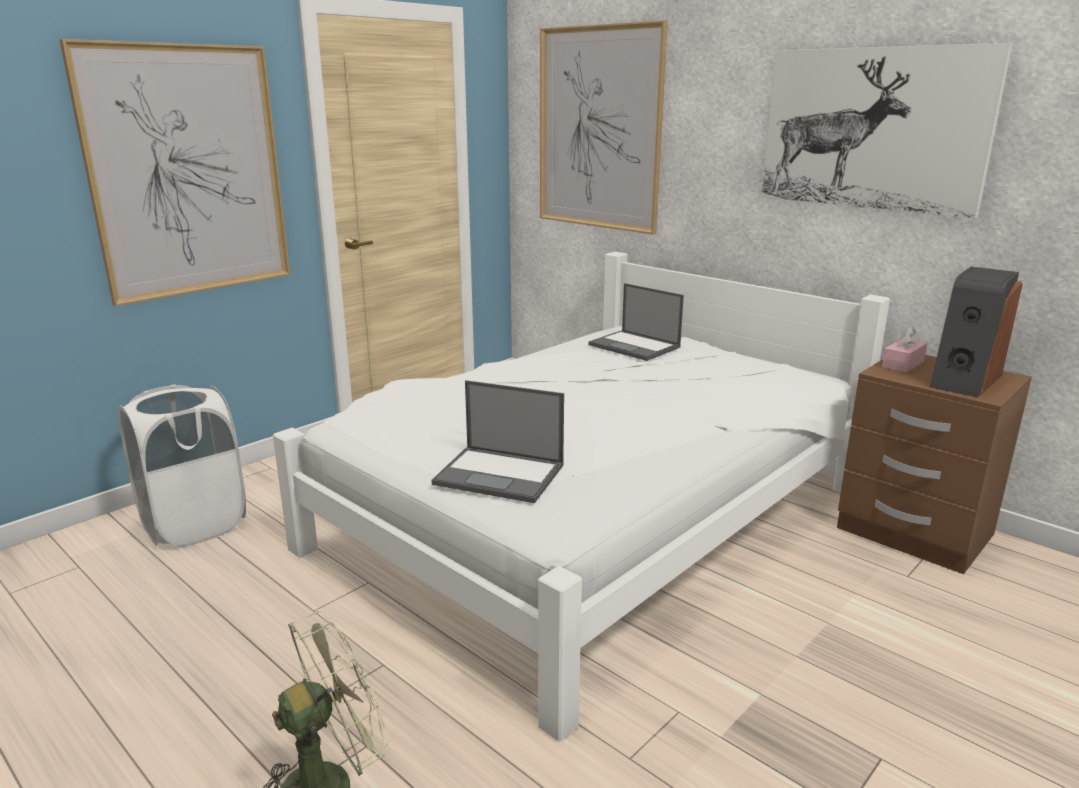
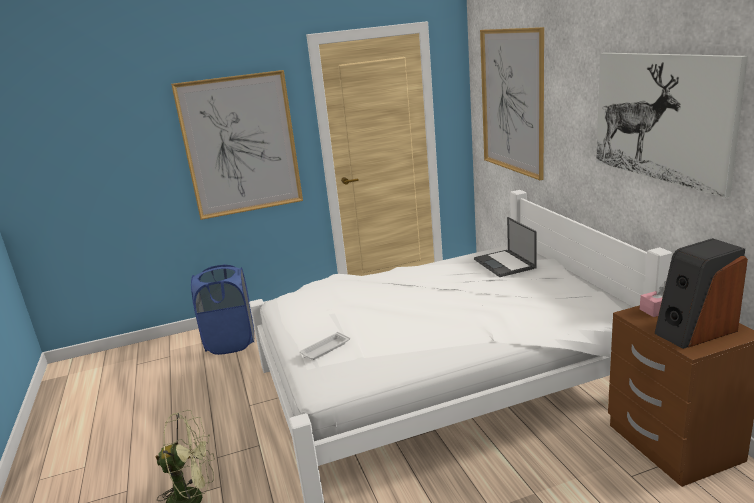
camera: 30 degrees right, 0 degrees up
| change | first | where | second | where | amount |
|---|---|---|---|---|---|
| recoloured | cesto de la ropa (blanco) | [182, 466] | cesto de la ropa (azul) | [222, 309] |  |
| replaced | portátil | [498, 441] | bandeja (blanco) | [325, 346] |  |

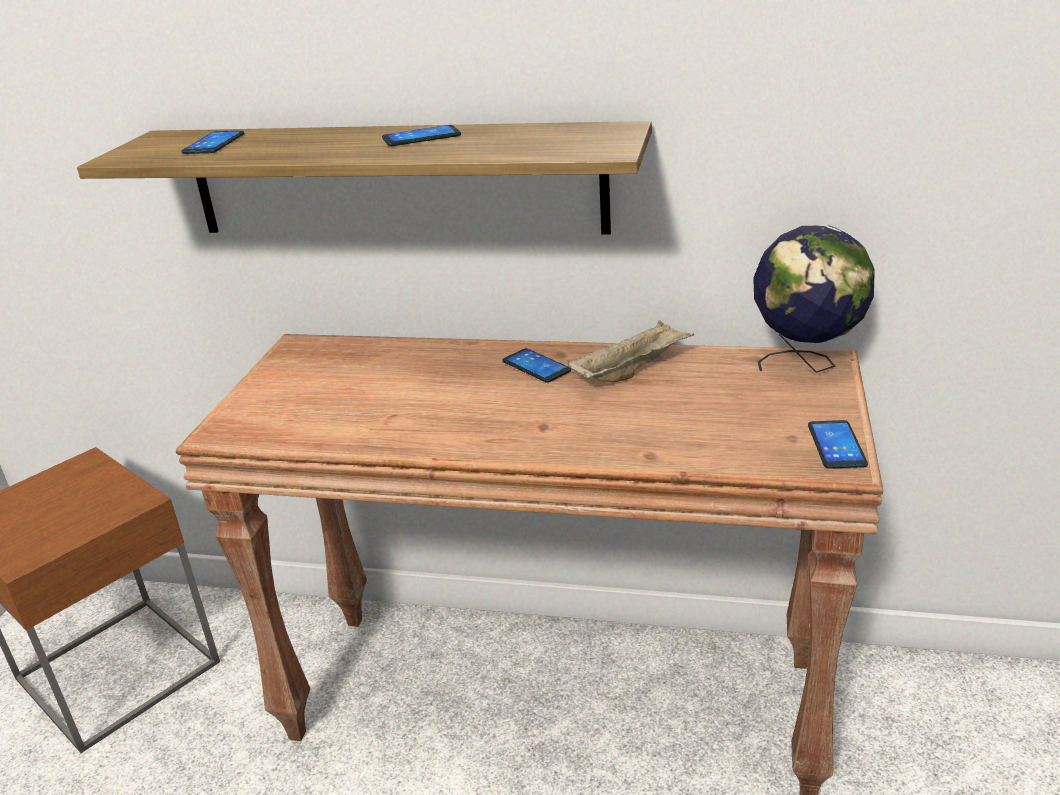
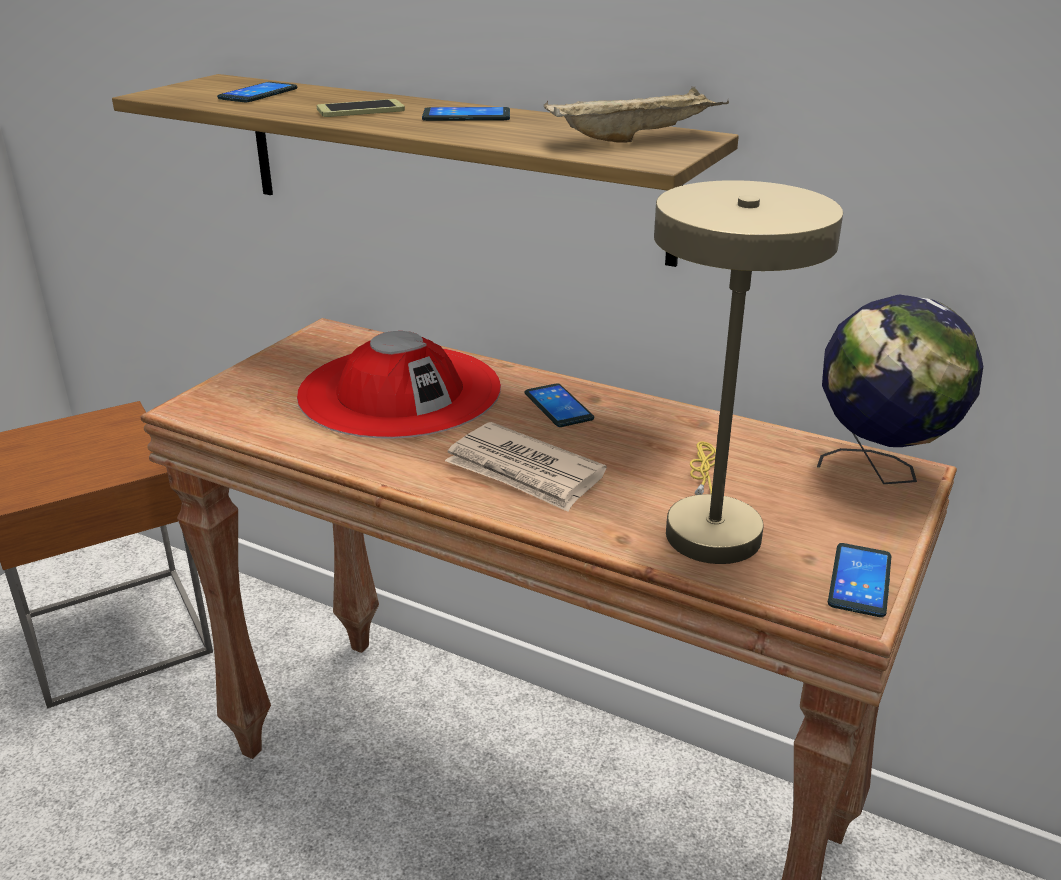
camera: 15 degrees right, 0 degrees up
| change | first | where | second | where | amount |
|---|---|---|---|---|---|
| moved | bandeja (beis) | [631, 351] |  | [636, 114] |  |
| added |  |  | sombrero (rojo) | [399, 385] |  |
| added |  |  | móvil | [361, 108] |  |
| added |  |  | periódico | [526, 467] |  |
| added |  |  | lámpara de mesa (beis) | [748, 372] |  |

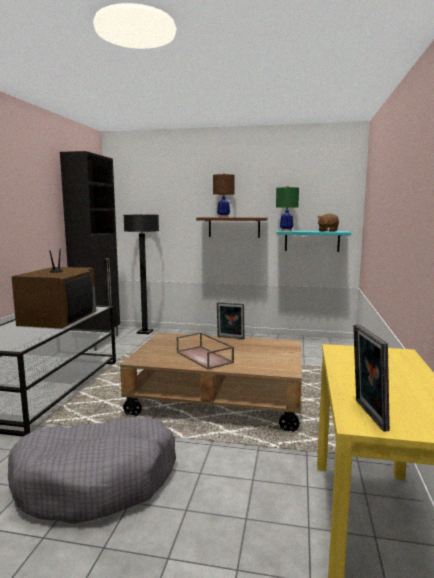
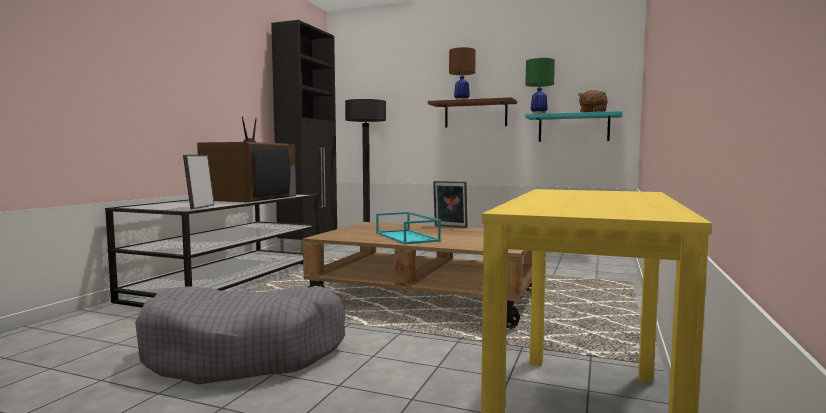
camera: 10 degrees right, 5 degrees down
| change | first | where | second | where | amount |
|---|---|---|---|---|---|
| recoloured | bandeja (marrón) | [205, 351] | bandeja (turquesa) | [408, 228] |  |
| moved | portarretratos | [371, 378] |  | [198, 182] |  |

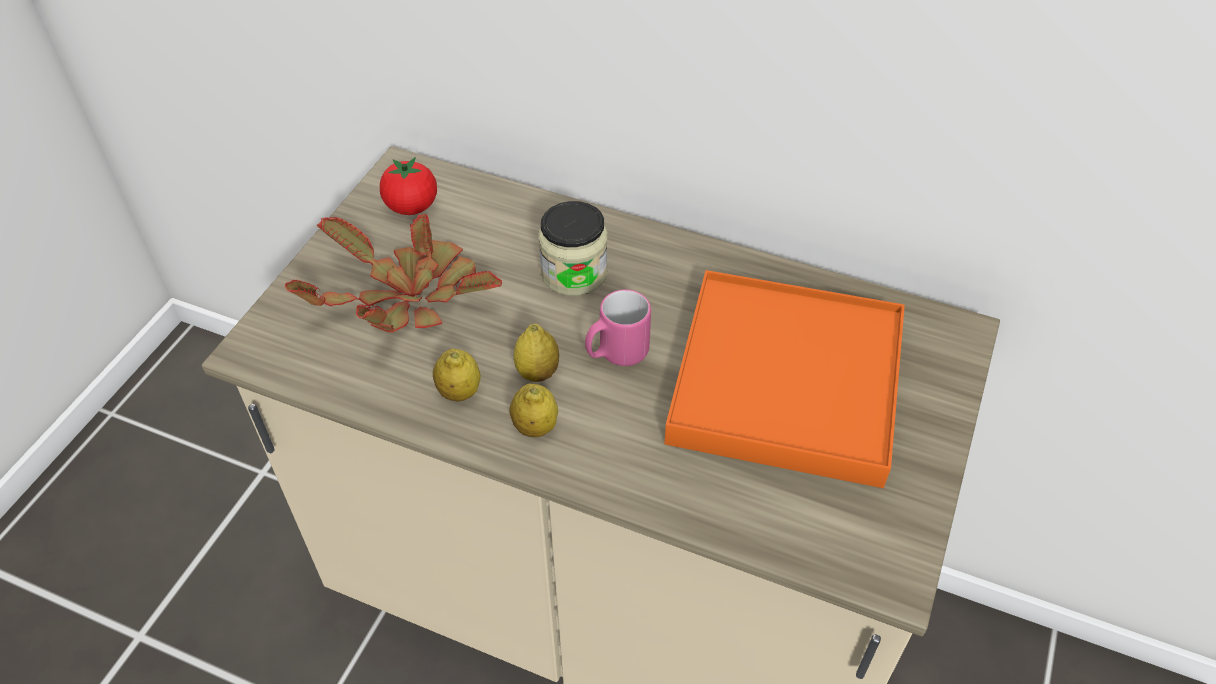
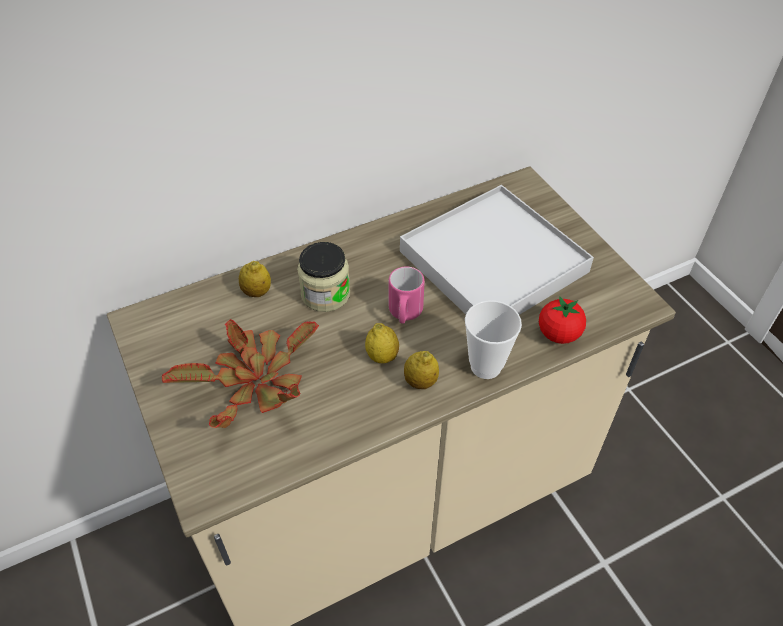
camera: 50 degrees left, 0 degrees up
| change | first | where | second | where | amount |
|---|---|---|---|---|---|
| moved | tomate | [408, 186] |  | [562, 320] |  |
| moved | limón | [457, 375] |  | [255, 279] |  |
| recoloured | bandeja (naranja) | [784, 379] | bandeja (blanco) | [497, 250] |  |
| added |  |  | taza | [493, 339] |  |

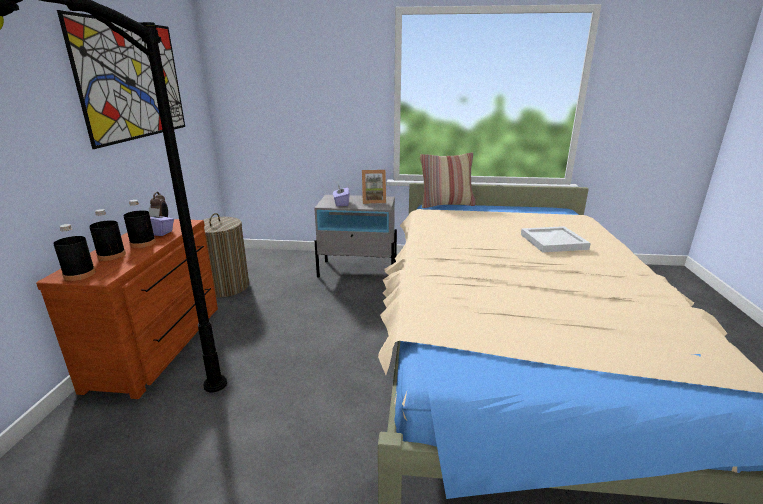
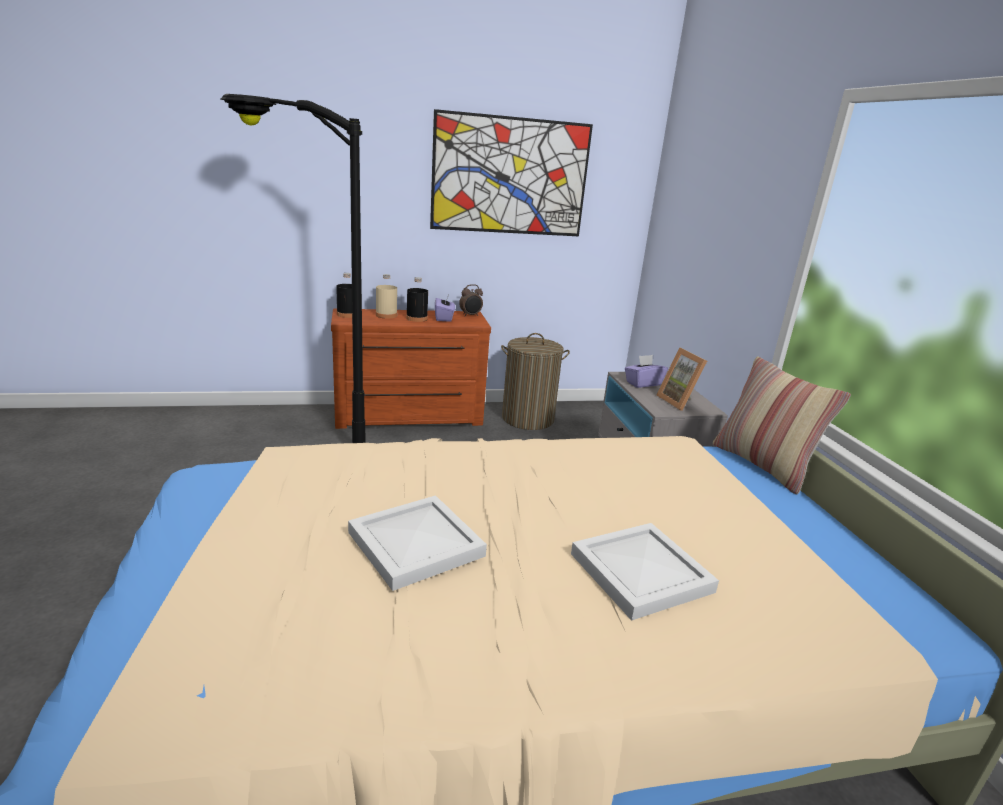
camera: 70 degrees right, 0 degrees up
| change | first | where | second | where | amount |
|---|---|---|---|---|---|
| recoloured | botella (negro) | [107, 235] | botella (beis) | [386, 296] |  |
| added |  |  | bandeja (blanco) | [417, 543] |  |

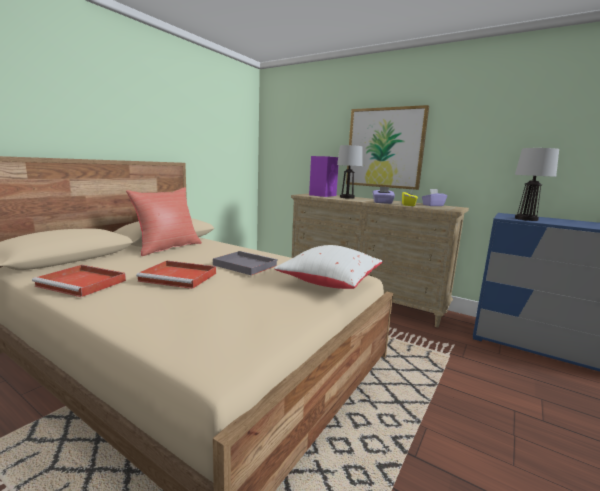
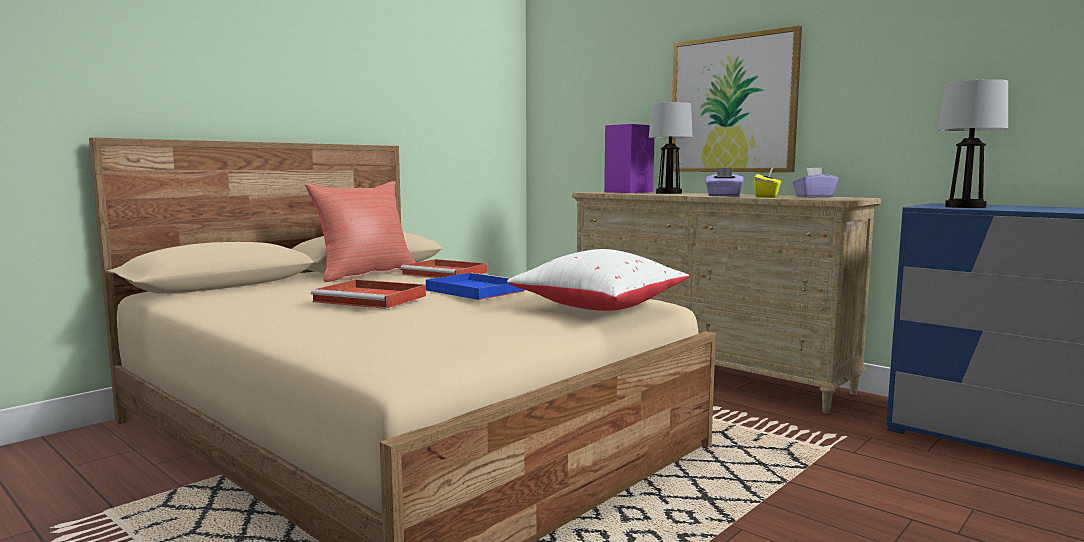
camera: 10 degrees right, 5 degrees down
| change | first | where | second | where | amount |
|---|---|---|---|---|---|
| moved | bandeja (rojo) | [79, 281] |  | [444, 268] |  |
| recoloured | bandeja (gris) | [245, 263] | bandeja (azul) | [475, 286] |  |

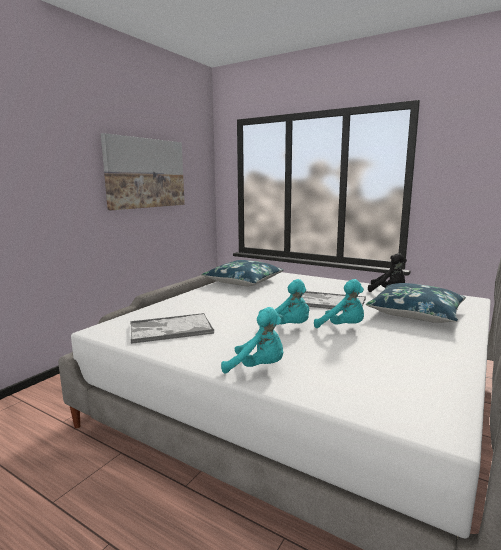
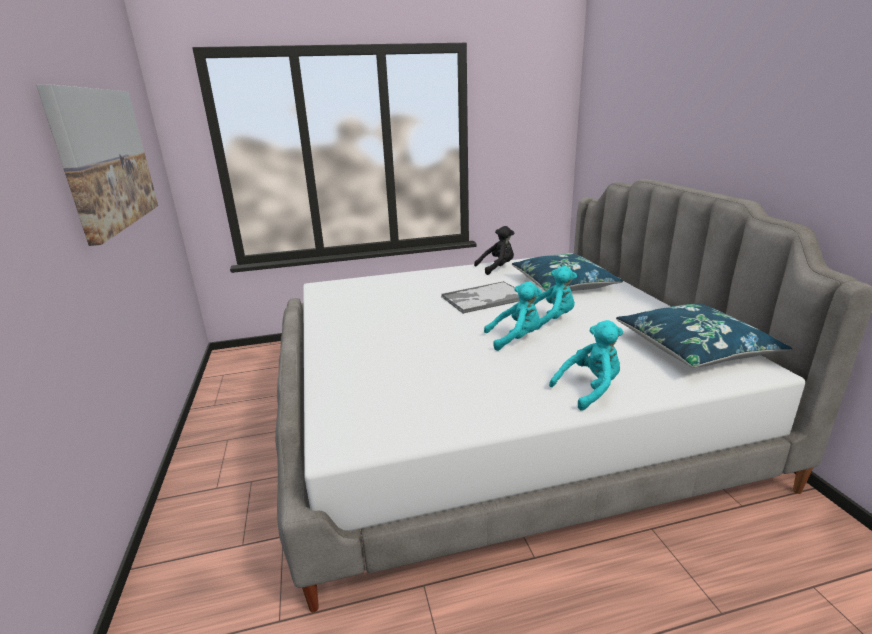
camera: 45 degrees left, 10 degrees up
| change | first | where | second | where | amount |
|---|---|---|---|---|---|
| removed | bandeja | [172, 328] |  |  |  |
| moved | cojín (azul) | [243, 273] |  | [704, 336] |  |

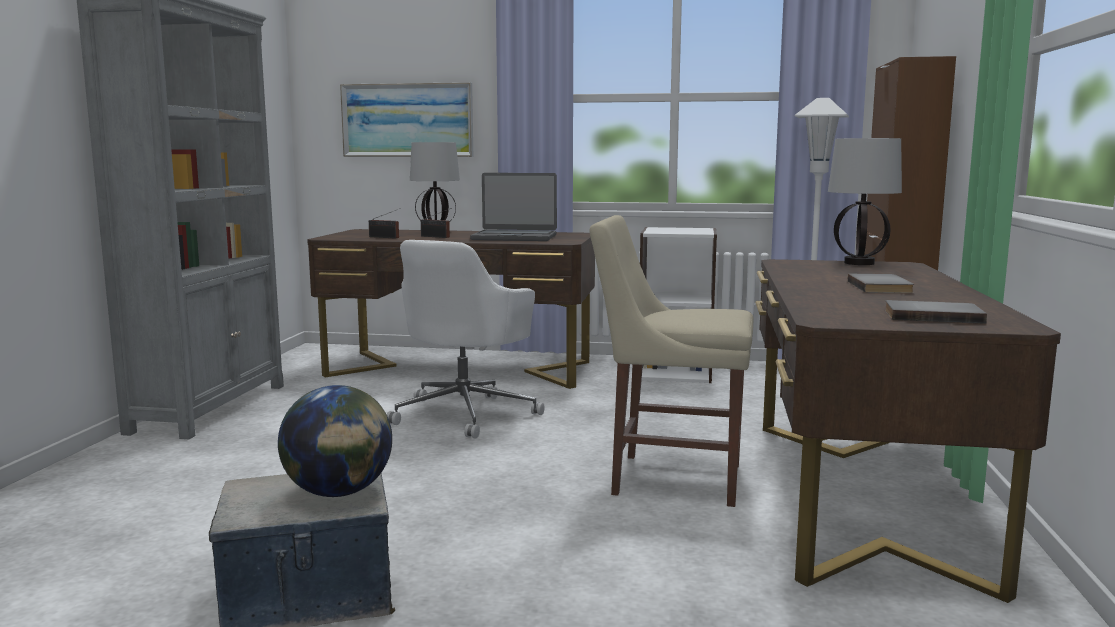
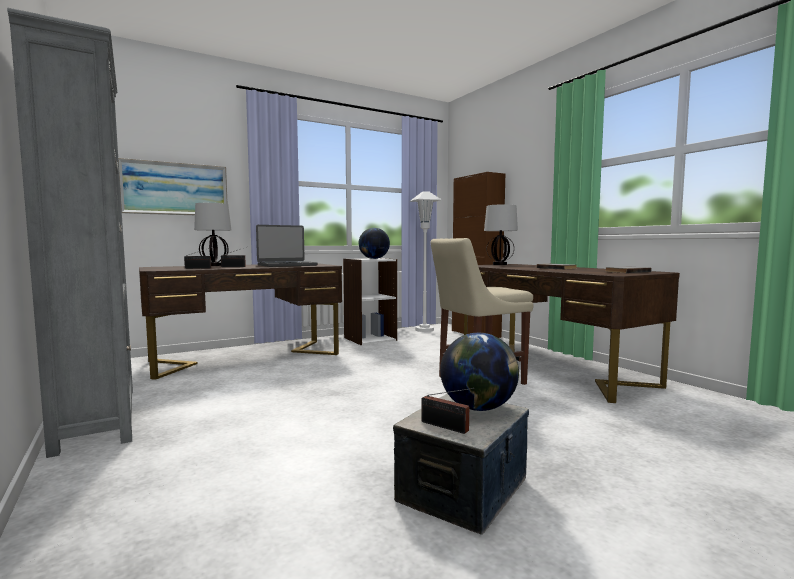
camera: 40 degrees left, 5 degrees down
| change | first | where | second | where | amount |
|---|---|---|---|---|---|
| removed | silla de oficina (blanco) | [466, 339] |  |  |  |
| added |  |  | globo terráqueo | [374, 243] |  |
| added |  |  | radio | [448, 411] |  |

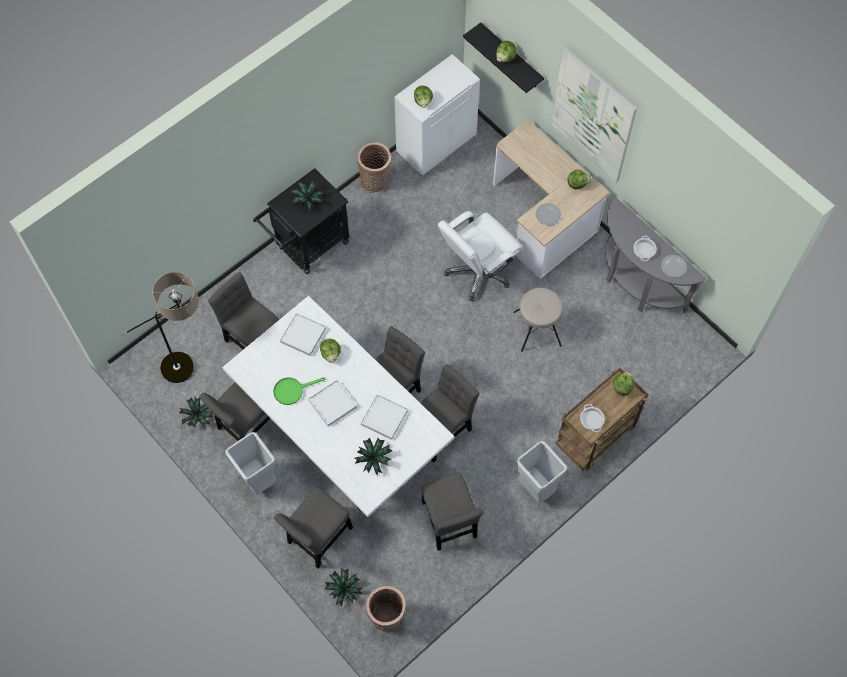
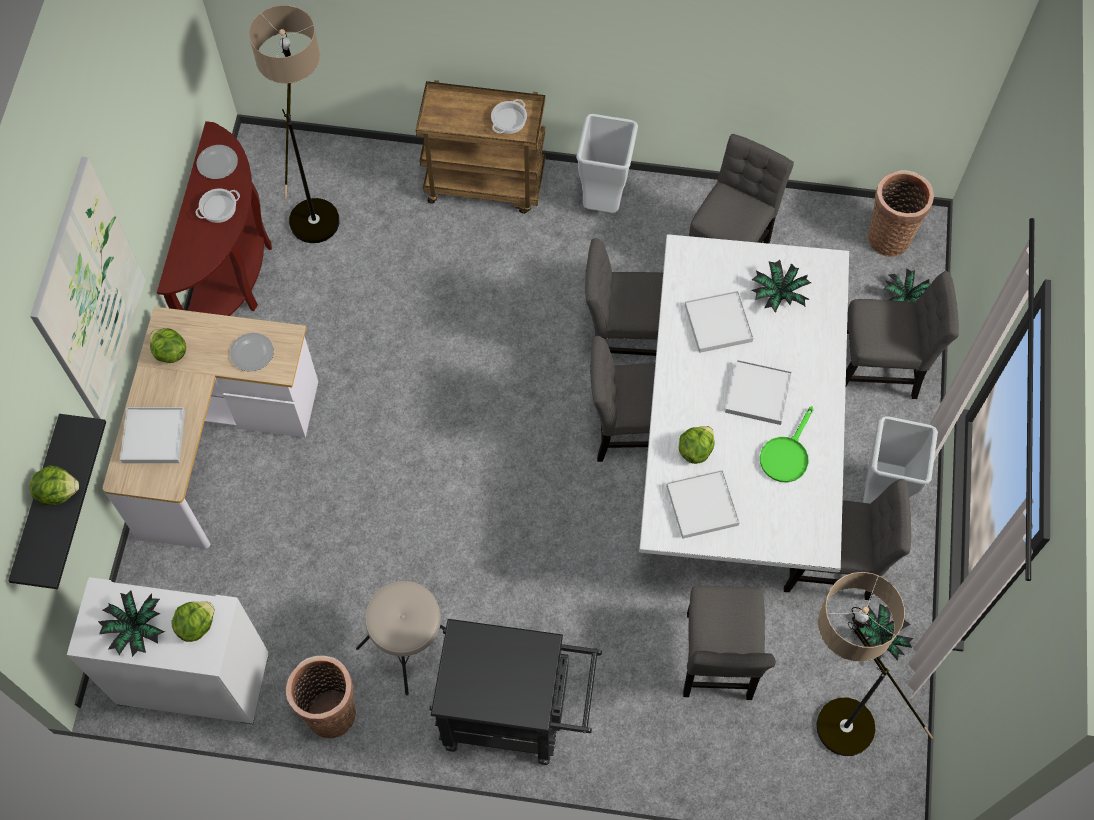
camera: 130 degrees left, 0 degrees up
| change | first | where | second | where | amount |
|---|---|---|---|---|---|
| turned | sartén (verde) | [299, 391] |  | [787, 444] | 90 degrees clockwise |
| moved | planta en maceta | [308, 195] |  | [131, 623] |  |
| removed | silla de oficina (blanco) | [480, 256] |  |  |  |
| moved | taburete (beis) | [538, 320] |  | [401, 638] |  |
| recoloured | mesa consola (gris) | [655, 255] | mesa consola (marrón) | [214, 218] |  |
| removed | lechuga | [623, 384] |  |  |  |
| added |  |  | bandeja (blanco) | [152, 435] |  |
| added |  |  | lámpara de pie | [294, 124] |  |

